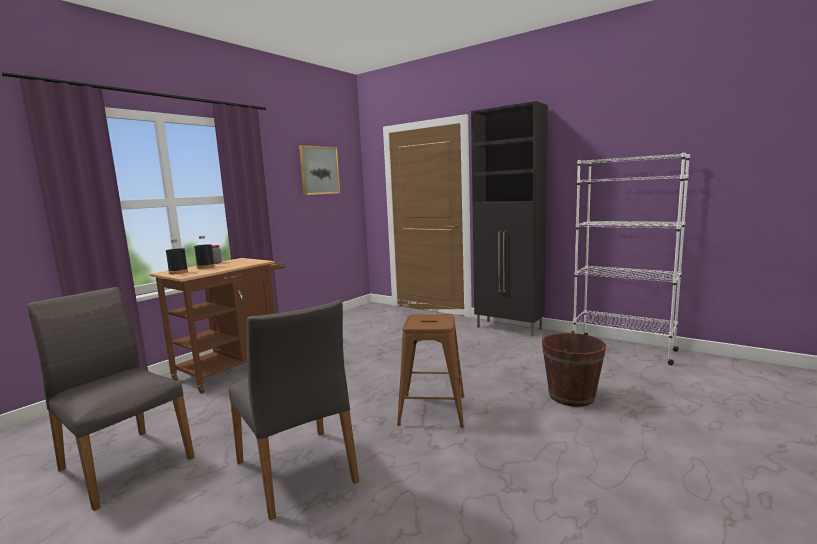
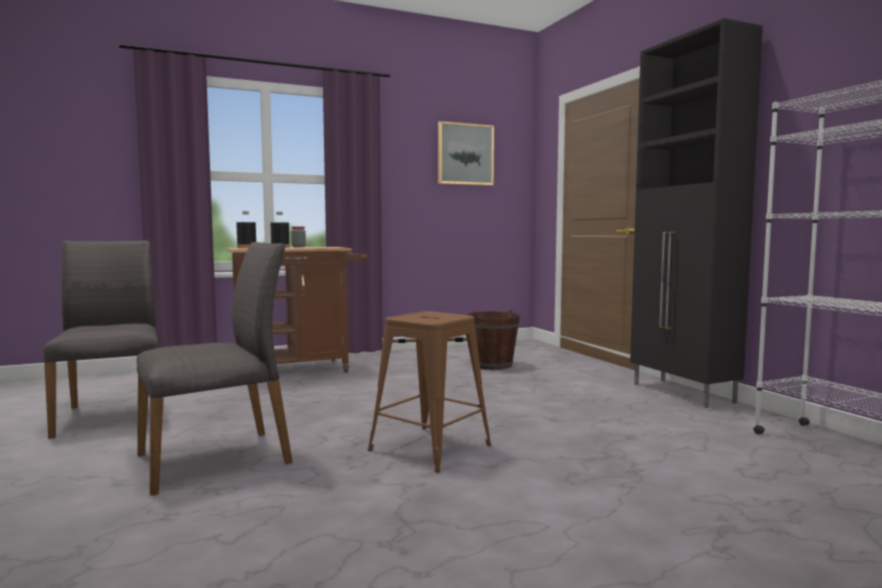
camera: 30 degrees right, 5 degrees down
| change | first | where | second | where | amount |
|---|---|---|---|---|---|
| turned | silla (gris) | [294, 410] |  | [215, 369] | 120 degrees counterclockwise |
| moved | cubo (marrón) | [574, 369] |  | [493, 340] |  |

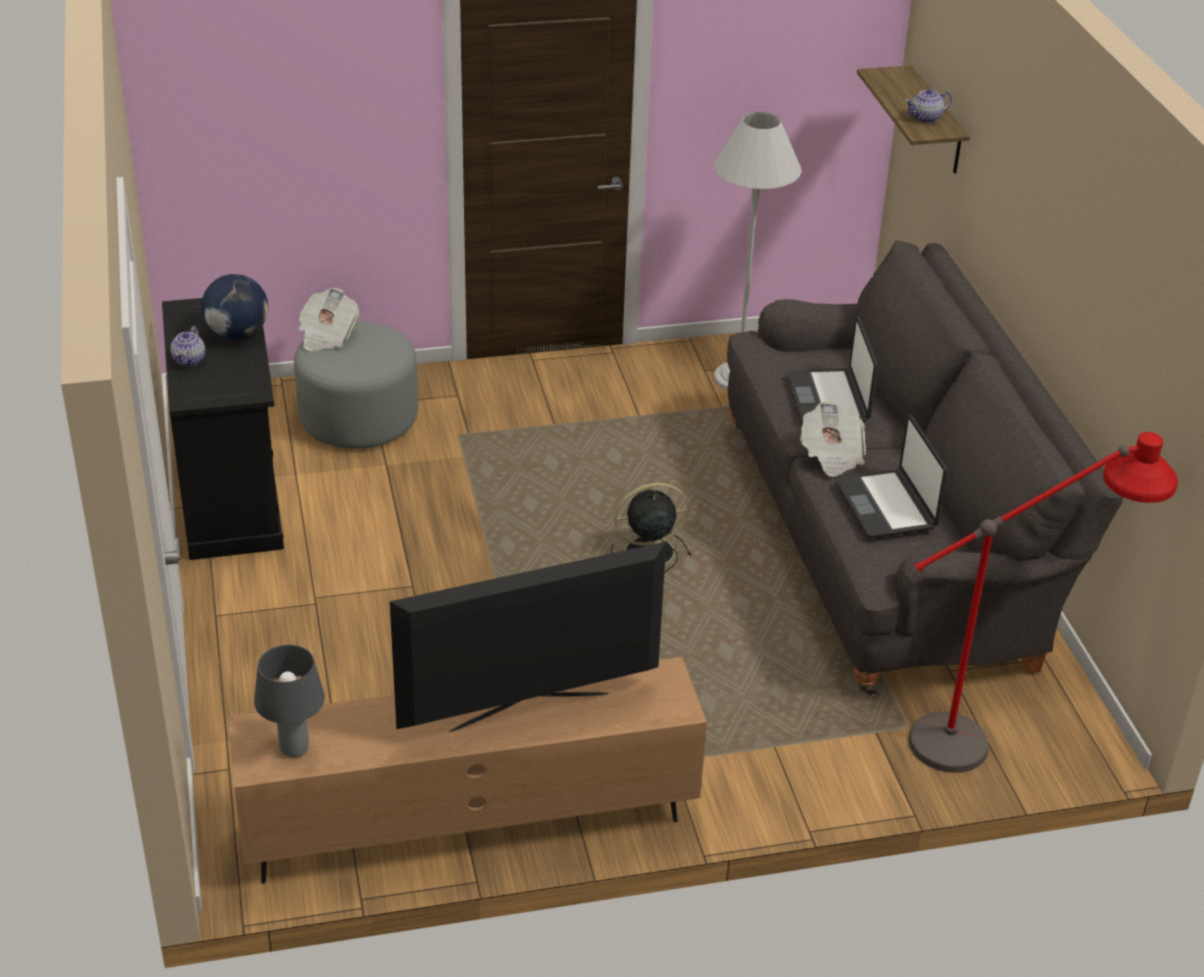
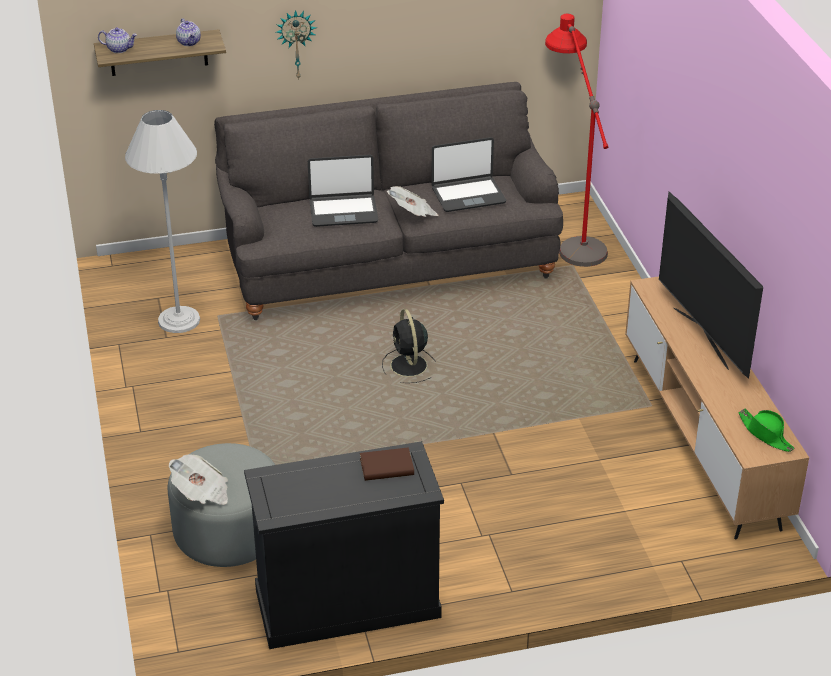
camera: 90 degrees left, 0 degrees up
| change | first | where | second | where | amount |
|---|---|---|---|---|---|
| moved | tetera | [187, 346] |  | [117, 40] |  |
| removed | globo terráqueo | [235, 307] |  |  |  |
| replaced | lámpara de mesa (gris) | [289, 701] | sombrero (verde) | [766, 430] |  |
| added |  |  | reloj de pared | [296, 45] |  |
| added |  |  | libro (marrón) | [387, 464] |  |

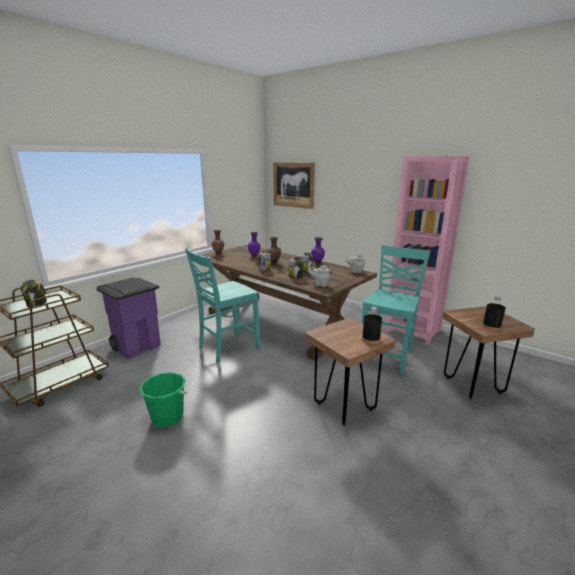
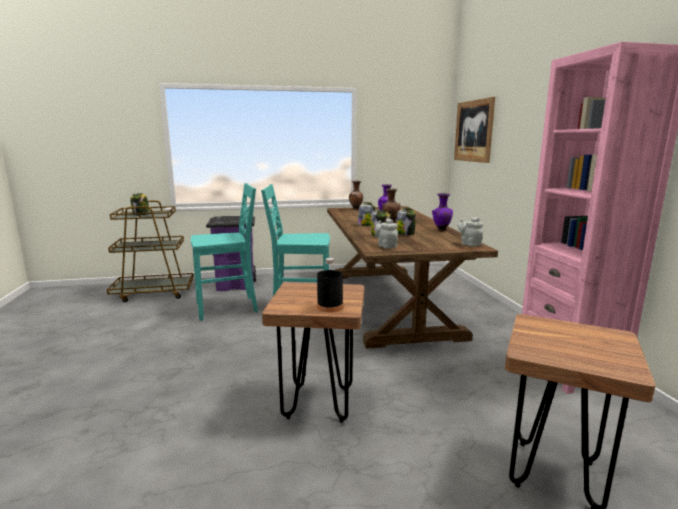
camera: 40 degrees right, 5 degrees down
| change | first | where | second | where | amount |
|---|---|---|---|---|---|
| removed | cubo (verde) | [163, 399] |  |  |  |
| moved | silla (turquesa) | [396, 310] |  | [224, 252] |  |
| removed | botella (negro) | [494, 313] |  |  |  |

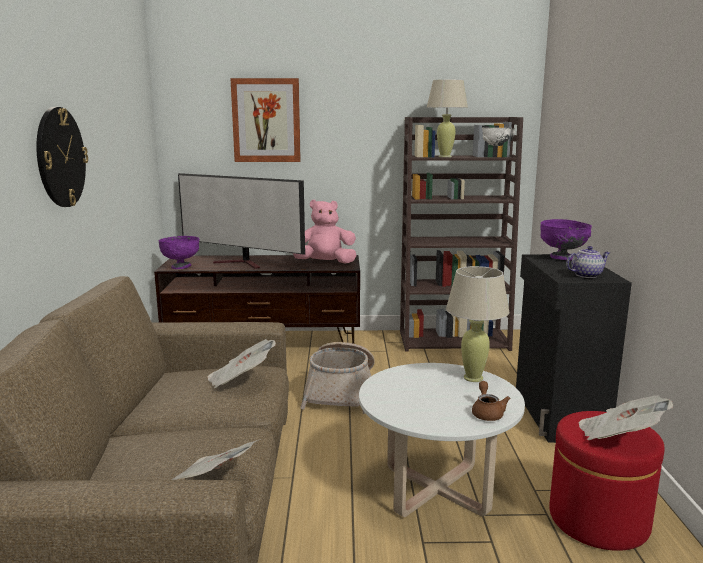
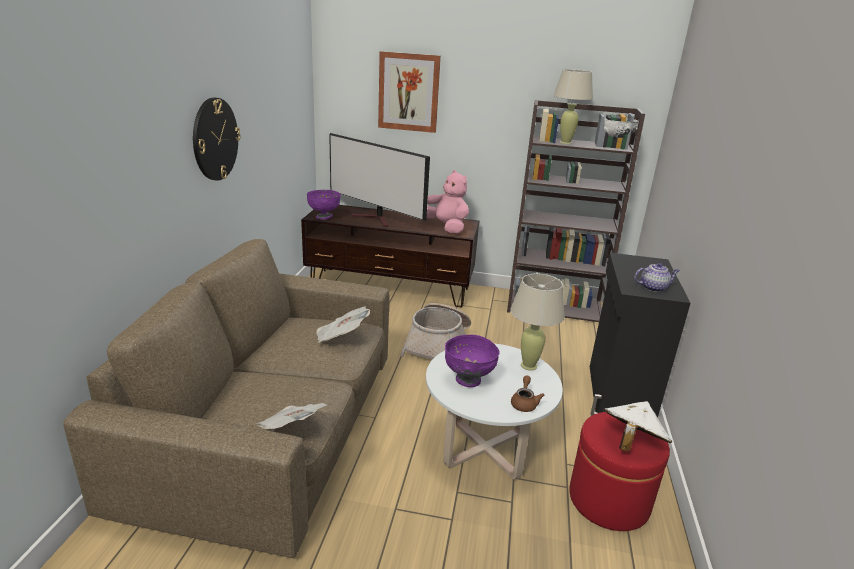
camera: 10 degrees right, 10 degrees up
| change | first | where | second | where | amount |
|---|---|---|---|---|---|
| turned | peluche (rosa) | [325, 231] |  | [448, 202] | 45 degrees clockwise |
| moved | cuenco (morado) | [566, 239] |  | [472, 361] |  |
| replaced | periódico | [626, 417] | sombrero (blanco) | [637, 426] |  |

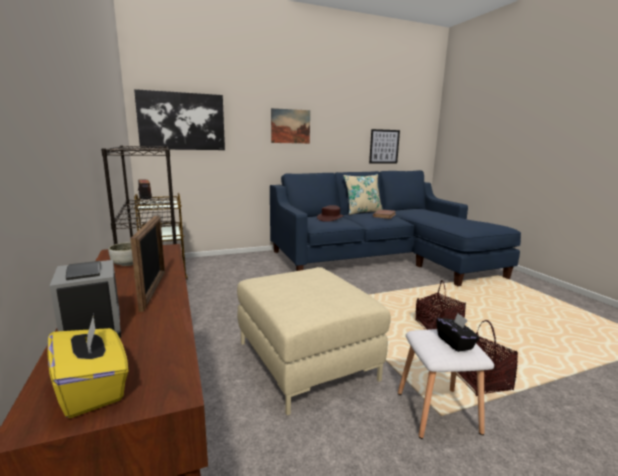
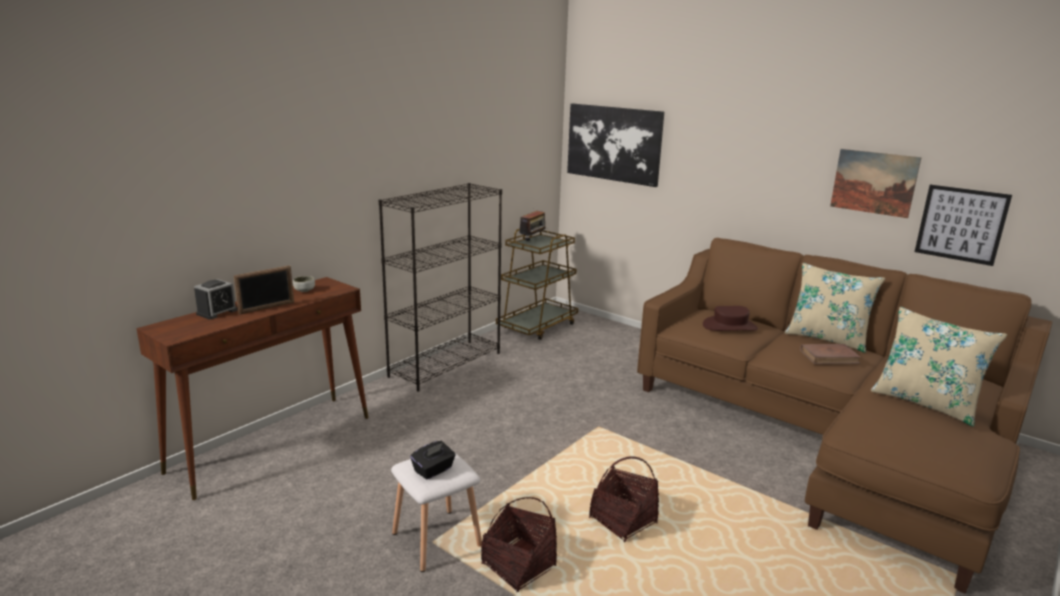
camera: 60 degrees right, 5 degrees up
| change | first | where | second | where | amount |
|---|---|---|---|---|---|
| removed | caja de pañuelos (amarillo) | [87, 366] |  |  |  |
| removed | puf (beis) | [314, 341] |  |  |  |
| recoloured | sofá (azul) | [395, 228] | sofá (marrón) | [844, 416] |  |
| moved | cuadro | [290, 126] |  | [876, 183] |  |
| added |  |  | cojín (beis) | [939, 367] |  |

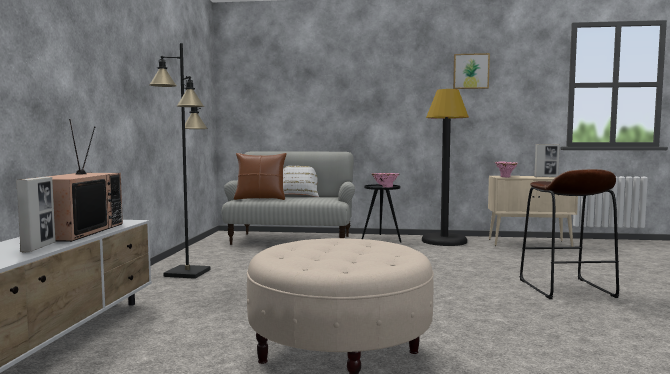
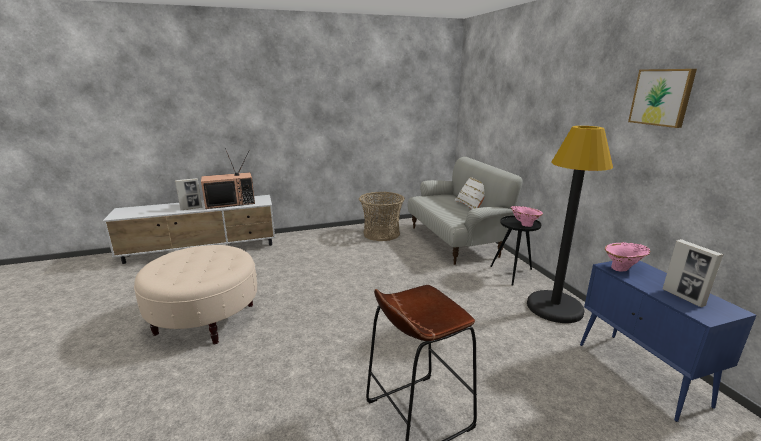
camera: 65 degrees right, 15 degrees up
| change | first | where | second | where | amount |
|---|---|---|---|---|---|
| removed | lámpara de pie (negro) | [180, 161] |  |  |  |
| removed | cojín (marrón) | [260, 176] |  |  |  |
| recoloured | armario (beis) | [533, 211] | armario (azul) | [668, 341] |  |
| added |  |  | cesta | [382, 216] |  |

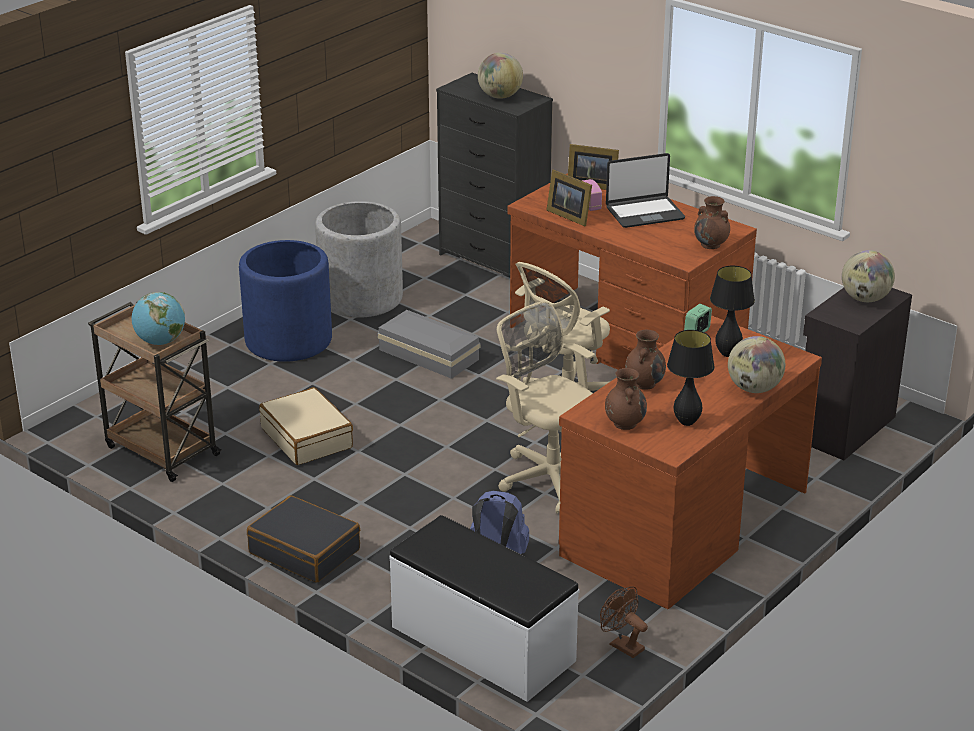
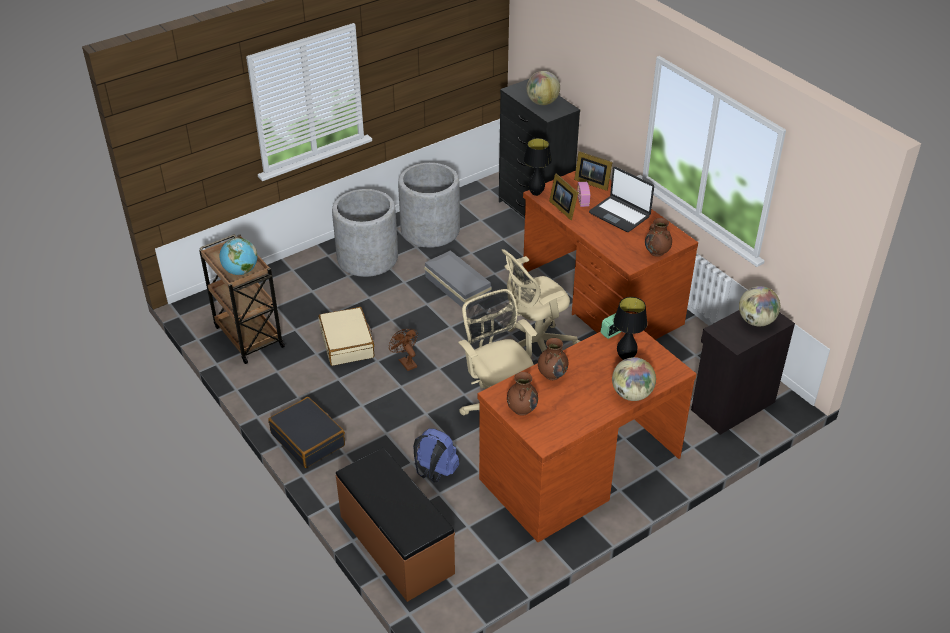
camera: 15 degrees right, 10 degrees up
| change | first | where | second | where | amount |
|---|---|---|---|---|---|
| recoloured | maceta (azul) | [285, 301] | maceta (gris) | [365, 233] |  |
| recoloured | banco (blanco) | [484, 608] | banco (marrón) | [395, 525] |  |
| moved | ventilador (marrón) | [624, 622] |  | [403, 350] |  |
| turned | portátil | [645, 190] |  | [621, 199] | 45 degrees clockwise |
| moved | lámpara de mesa (negro) | [691, 378] |  | [537, 167] |  |

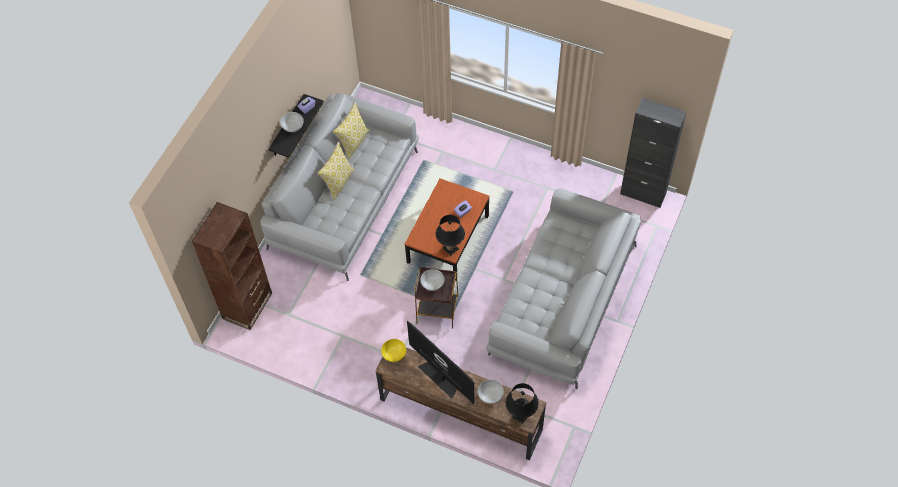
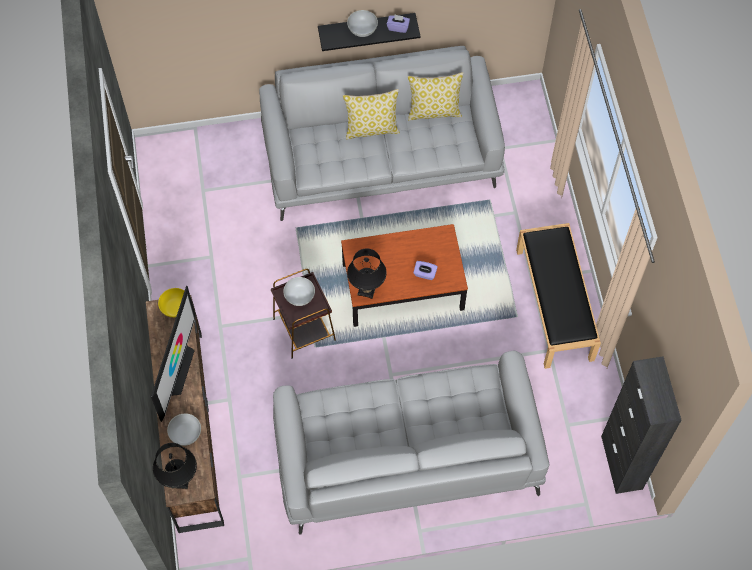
camera: 55 degrees right, 5 degrees up
| change | first | where | second | where | amount |
|---|---|---|---|---|---|
| removed | estantería (marrón) | [232, 266] |  |  |  |
| added |  |  | banco (negro) | [558, 296] |  |

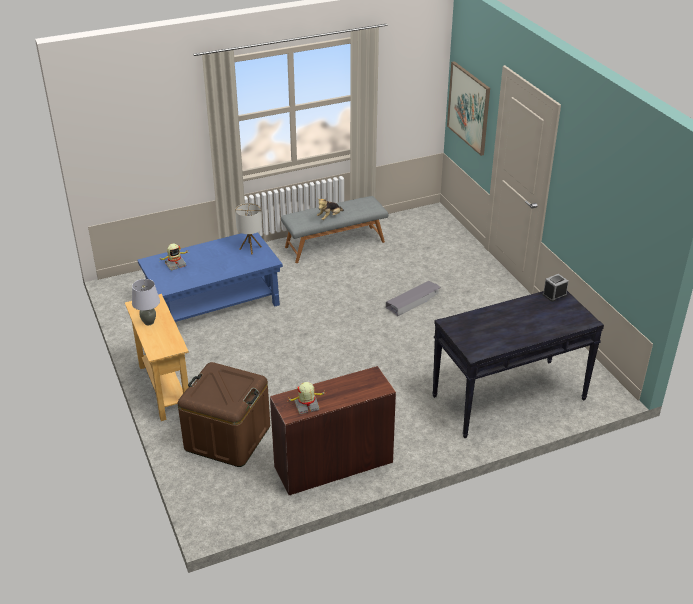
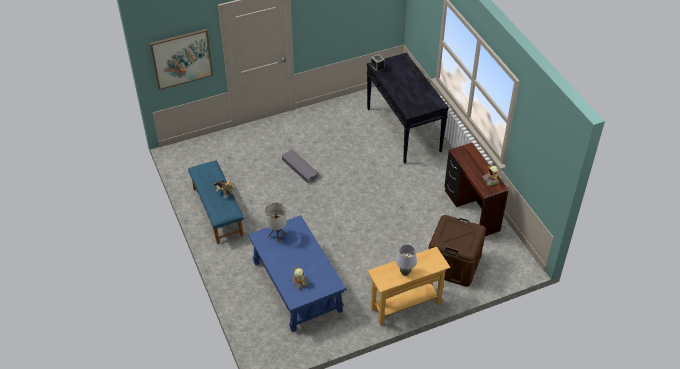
camera: 90 degrees left, 10 degrees up
| change | first | where | second | where | amount |
|---|---|---|---|---|---|
| recoloured | banco (gris) | [334, 229] | banco (azul) | [216, 202] |  |

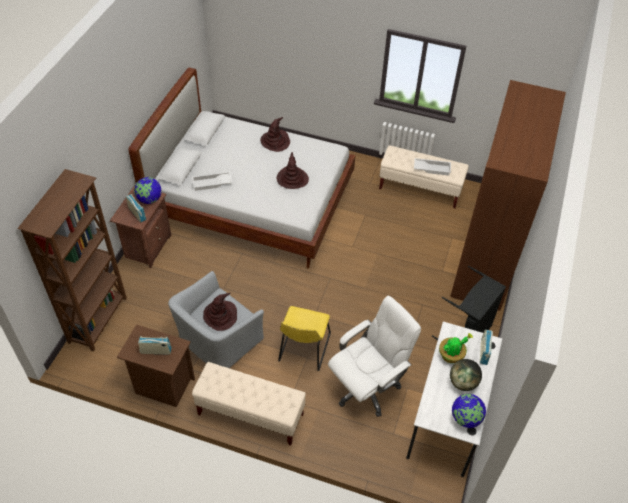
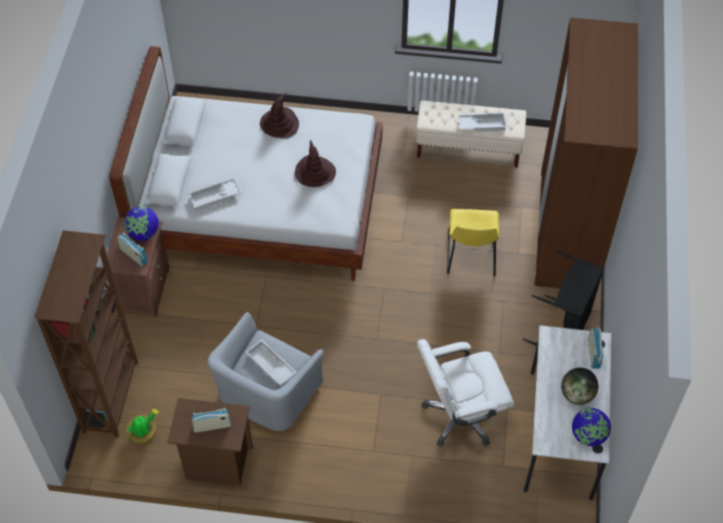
camera: 10 degrees left, 5 degrees up
| change | first | where | second | where | amount |
|---|---|---|---|---|---|
| removed | banco (beis) | [249, 404] |  |  |  |
| replaced | sombrero (marrón) | [220, 312] | bandeja (blanco) | [271, 362] |  |
| moved | silla (amarillo) | [304, 338] |  | [473, 242] |  |
| turned | silla de oficina (blanco) | [374, 356] |  | [465, 393] | 150 degrees counterclockwise |
| moved | planta en maceta | [456, 348] |  | [142, 426] |  |

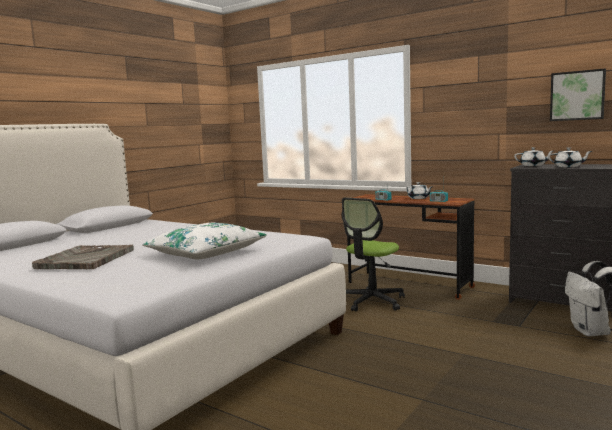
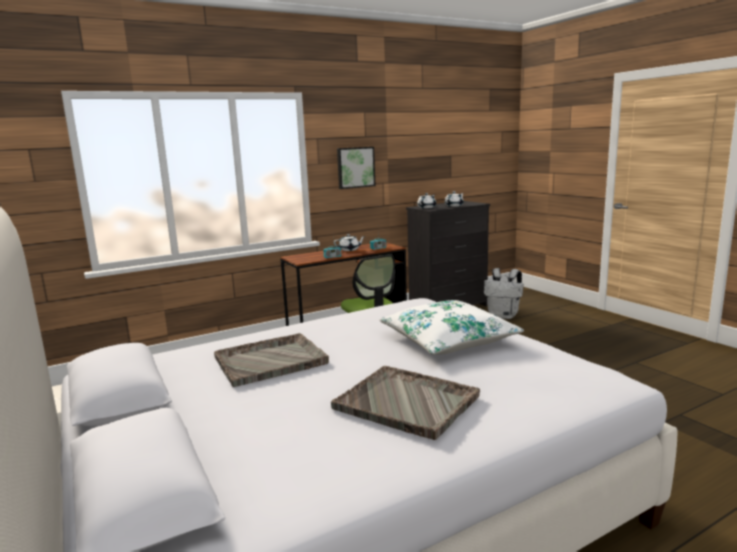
camera: 65 degrees left, 5 degrees up
| change | first | where | second | where | amount |
|---|---|---|---|---|---|
| moved | cuadro | [578, 95] |  | [356, 168] |  |
| added |  |  | bandeja (gris) | [271, 360] |  |

